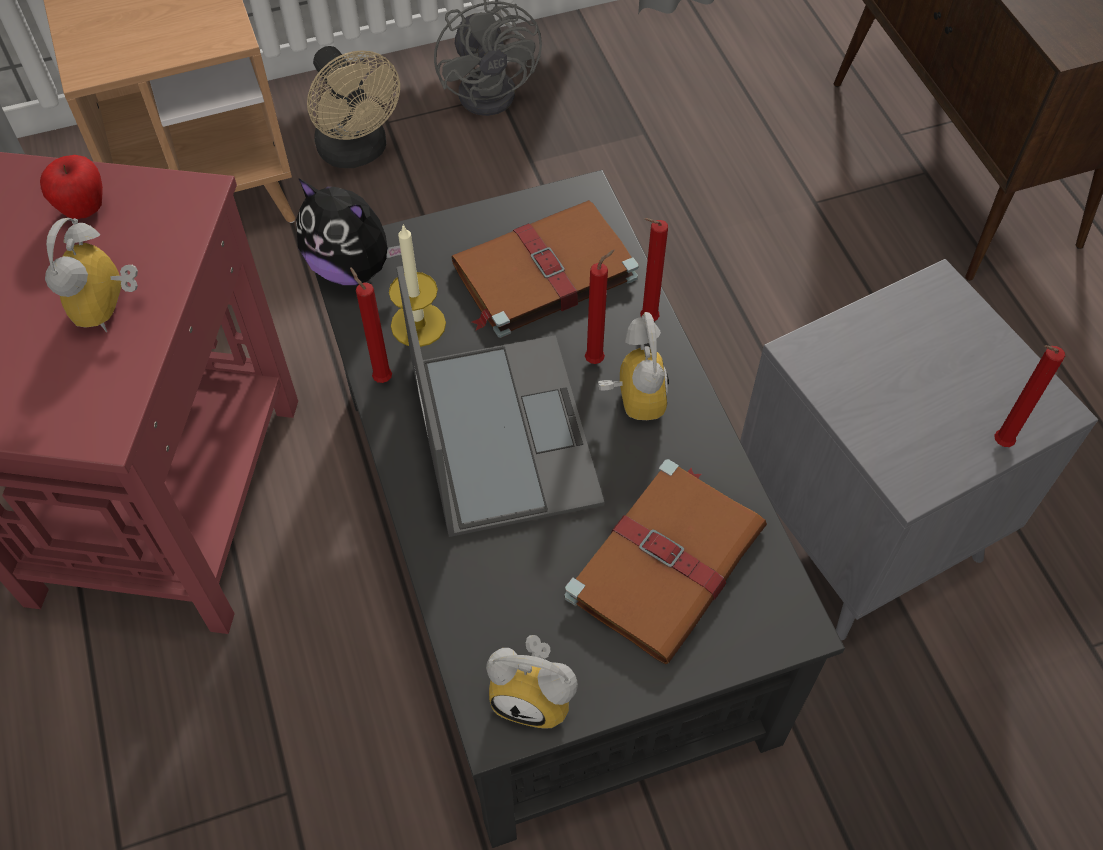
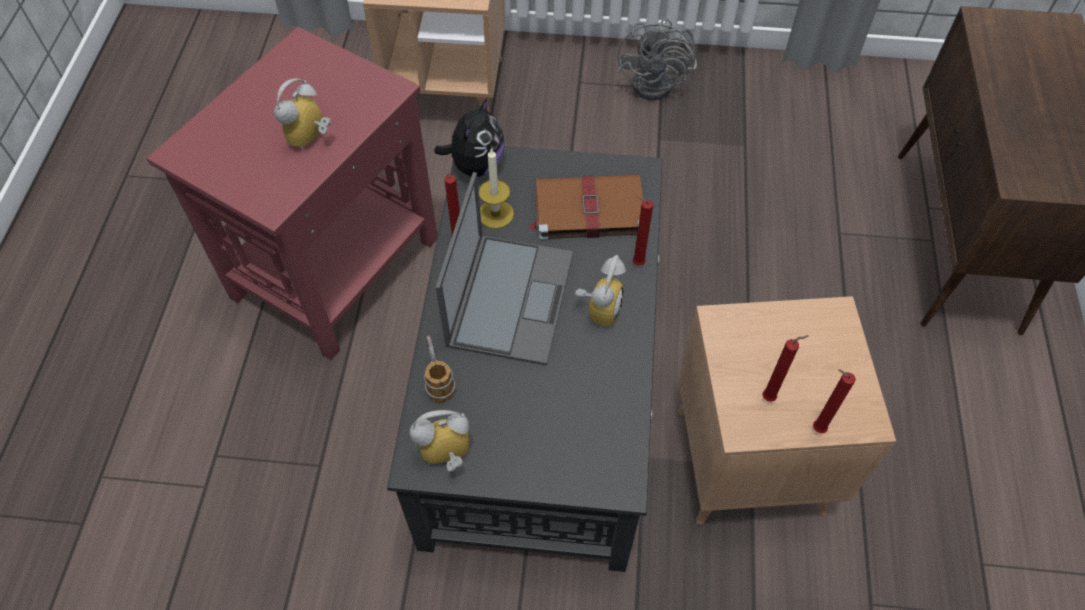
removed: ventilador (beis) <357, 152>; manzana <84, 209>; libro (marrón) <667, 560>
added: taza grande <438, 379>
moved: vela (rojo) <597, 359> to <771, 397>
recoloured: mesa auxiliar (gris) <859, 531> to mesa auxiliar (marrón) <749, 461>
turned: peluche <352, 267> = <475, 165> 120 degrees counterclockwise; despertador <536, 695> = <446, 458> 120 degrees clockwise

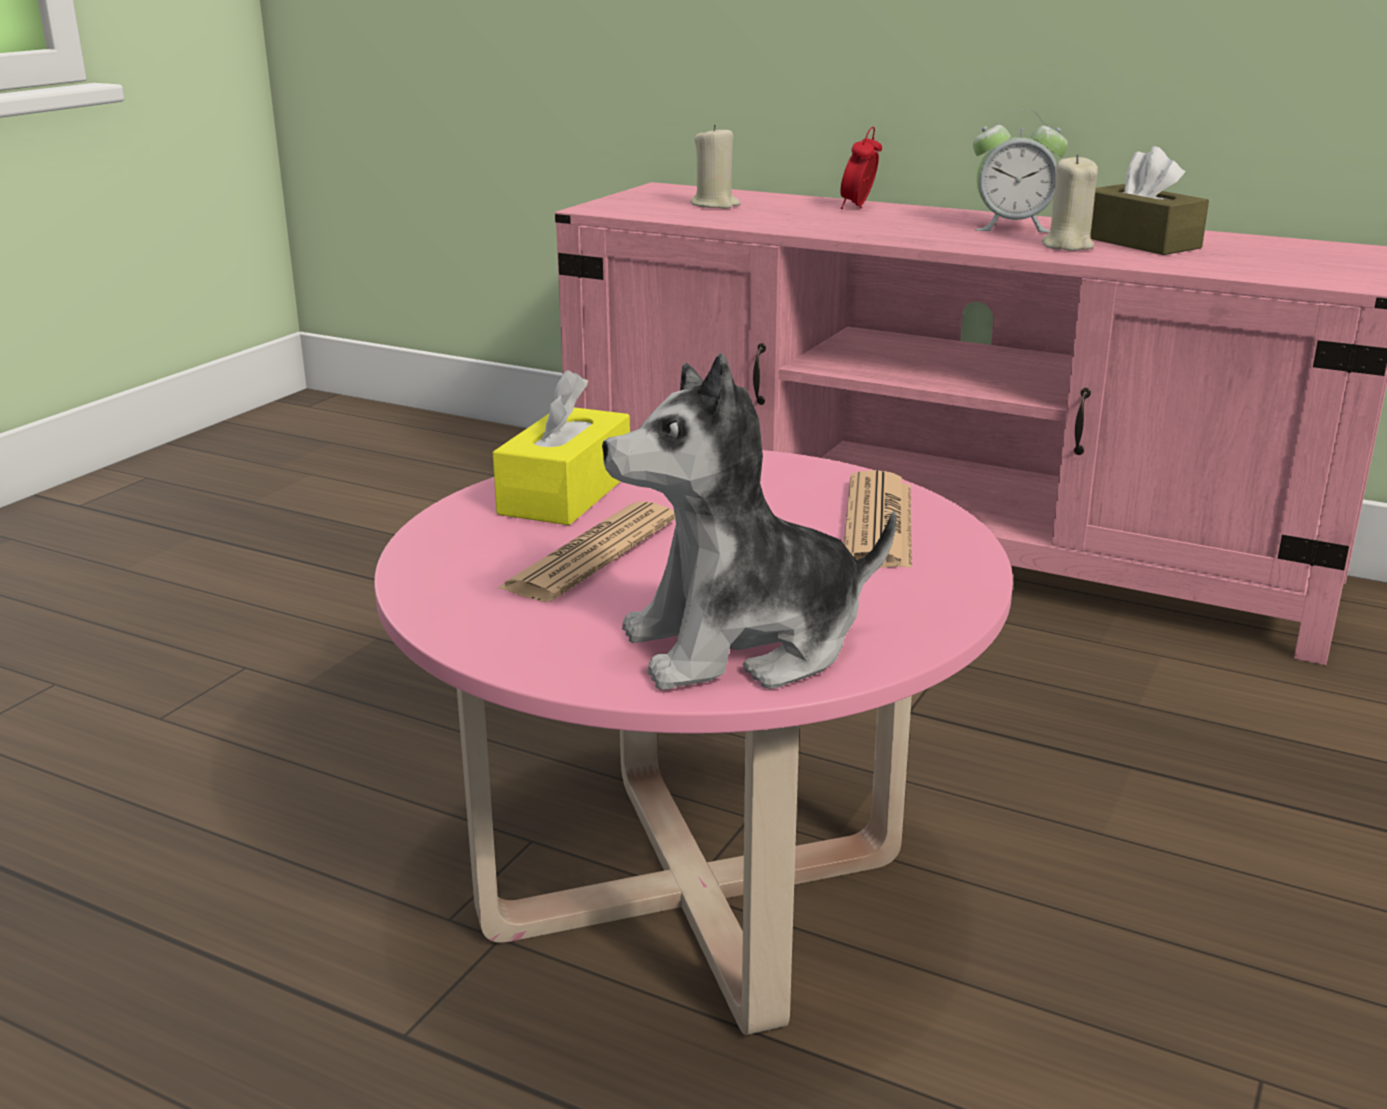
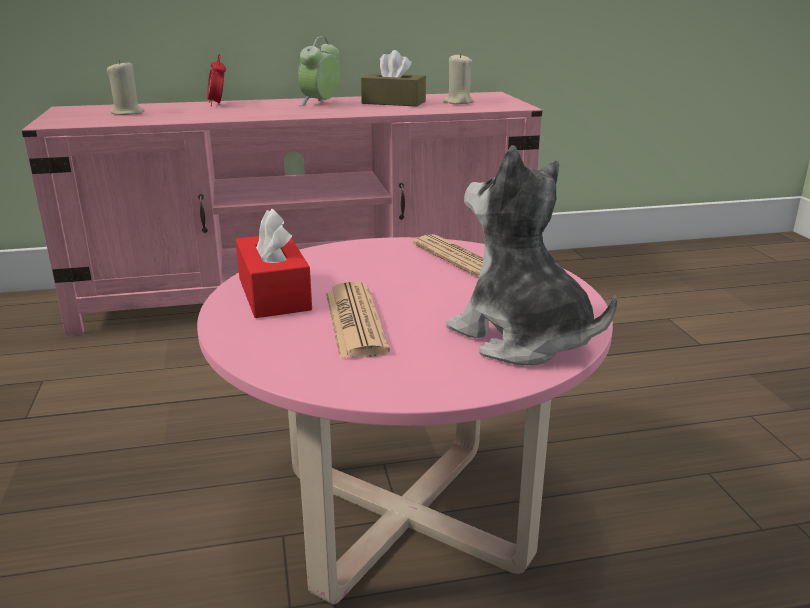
moved: vela (beis) <1067, 246> to <458, 102>
recoloured: caja de pañuelos (amarillo) <566, 493> to caja de pañuelos (rojo) <274, 294>
turned: despertador <1012, 227> = <320, 103> 150 degrees clockwise; peluche <744, 645> = <522, 338> 105 degrees clockwise

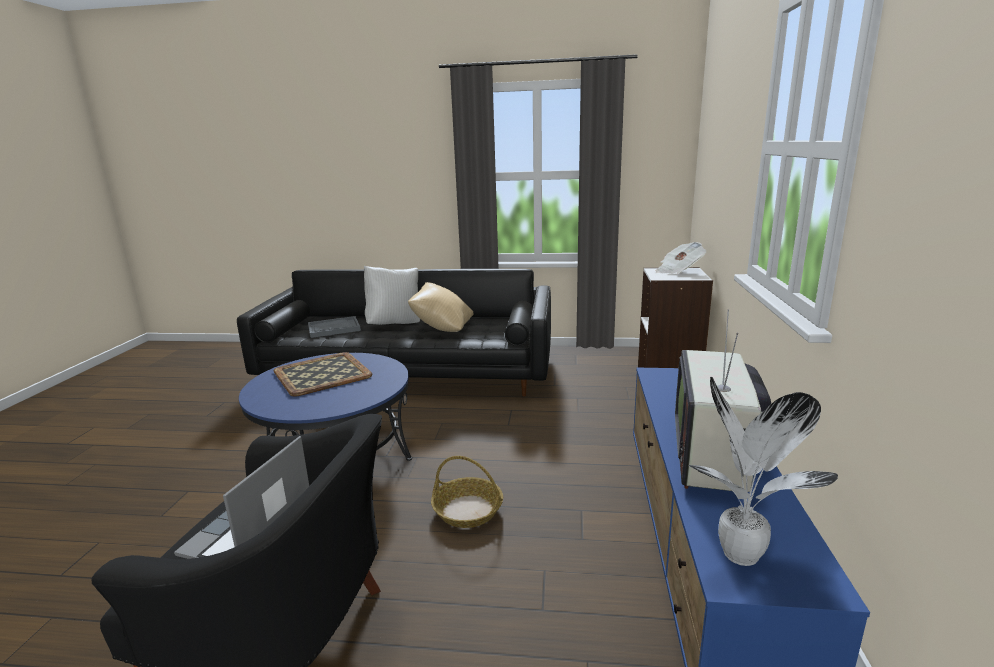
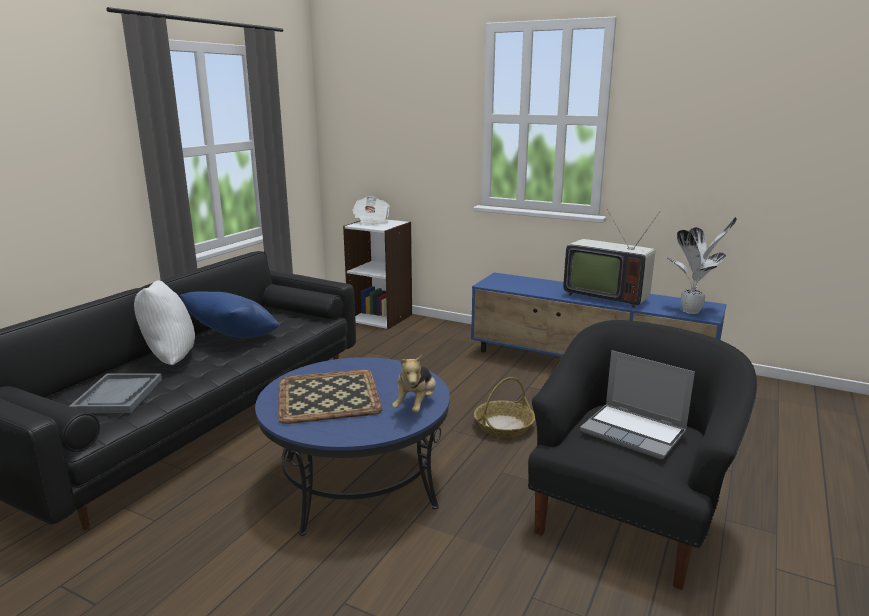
added: peluche <416, 405>
recoloured: cojín (beis) <442, 328> to cojín (azul) <233, 339>

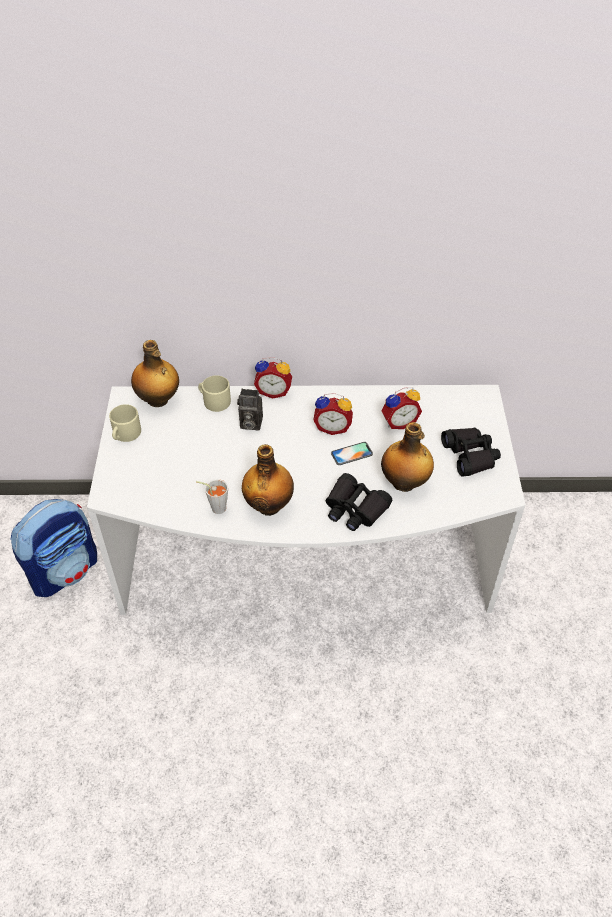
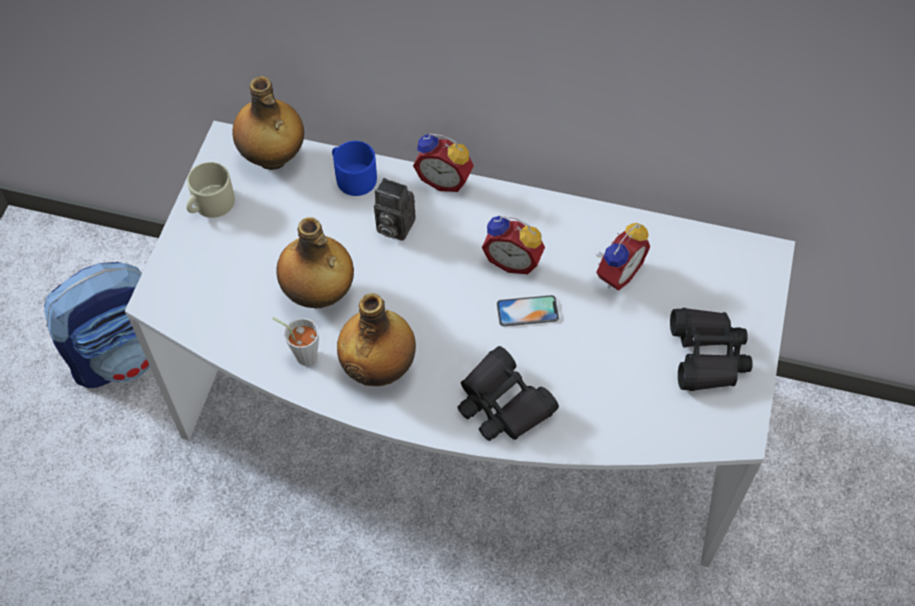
moved: botella <405, 483> to <319, 295>
recoloured: taza grande (beis) <214, 401> to taza grande (azul) <352, 176>
turned: despertador <398, 422> = <616, 273> 45 degrees counterclockwise

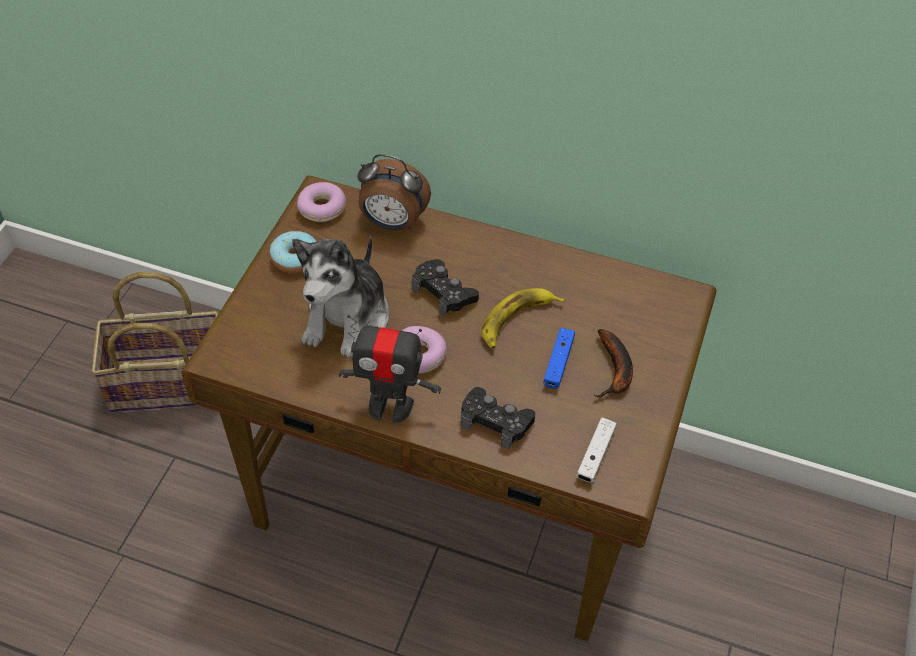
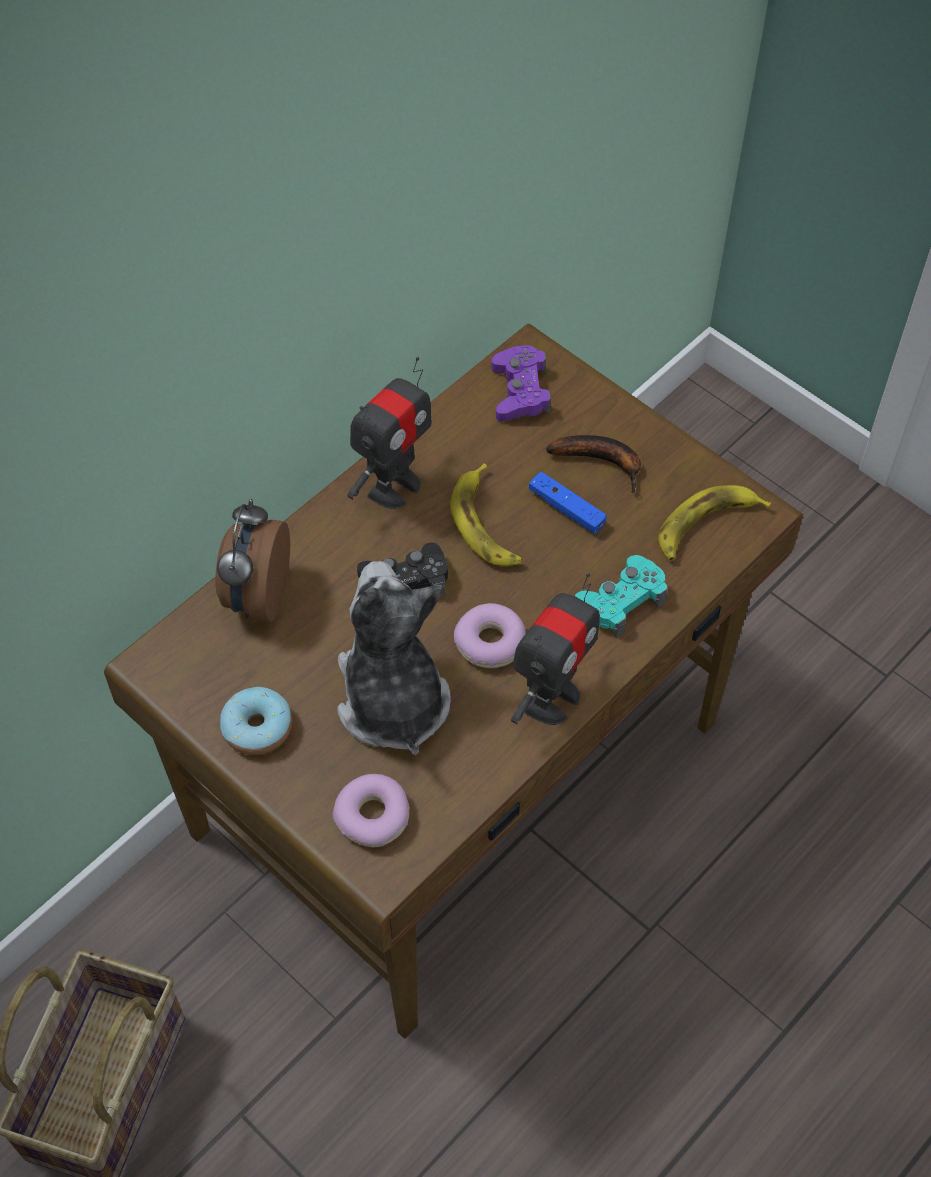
added: mando de consola (morado) <520, 391>; robot de juguete <394, 487>
moved: rosquilla <322, 208> to <373, 816>
replaced: mando de consola (blanco) <595, 455> to plátano <706, 526>
recoloured: mando de consola (negro) <495, 421> to mando de consola (turquesa) <621, 601>
turned: despertador <392, 223> = <256, 596> 150 degrees clockwise; peluche <347, 318> = <392, 699> 150 degrees counterclockwise

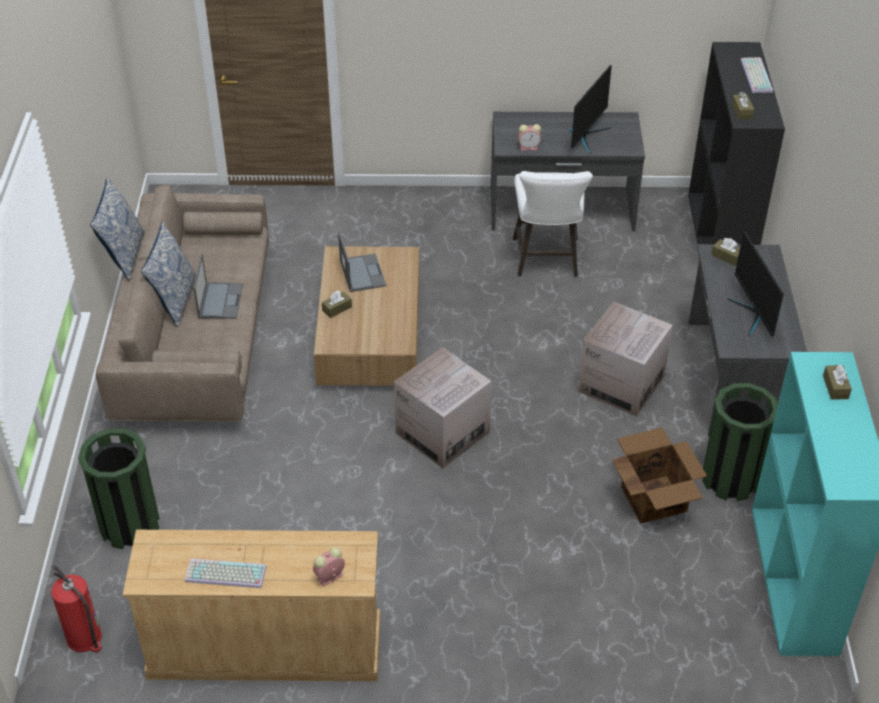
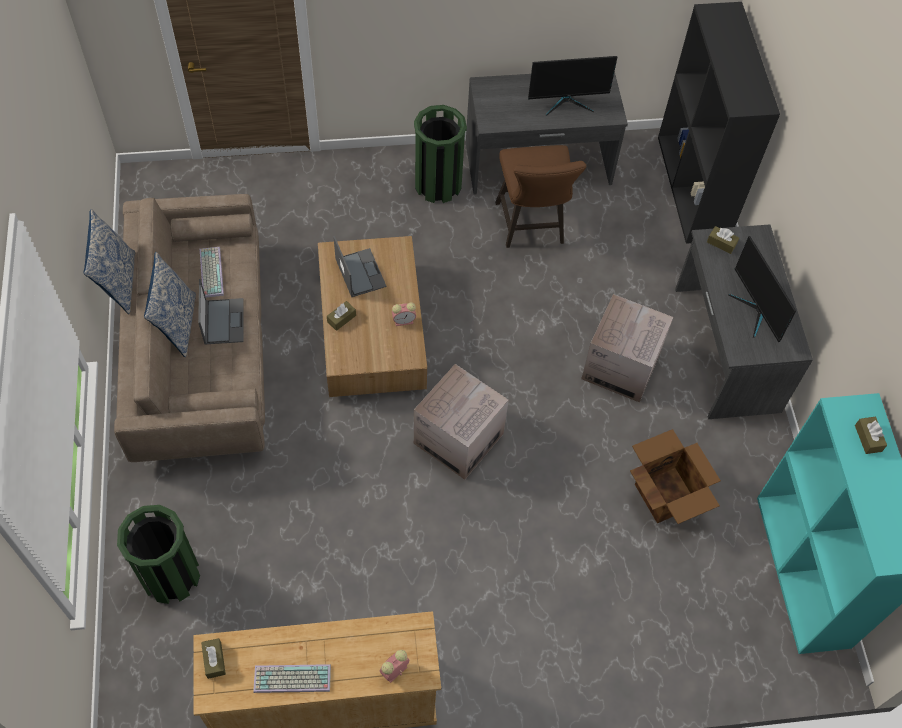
removed: extintor <85, 638>
moved: teclado <755, 75> to <210, 272>; caja de pañuelos (marrón) <742, 111> to <214, 660>; despertador <529, 147> to <404, 320>; papelera (verde) <730, 479> to <438, 185>
recoloured: taburete (blanco) <546, 261> to taburete (marrón) <531, 227>
turned: monitor <586, 136> = <567, 102> 60 degrees clockwise

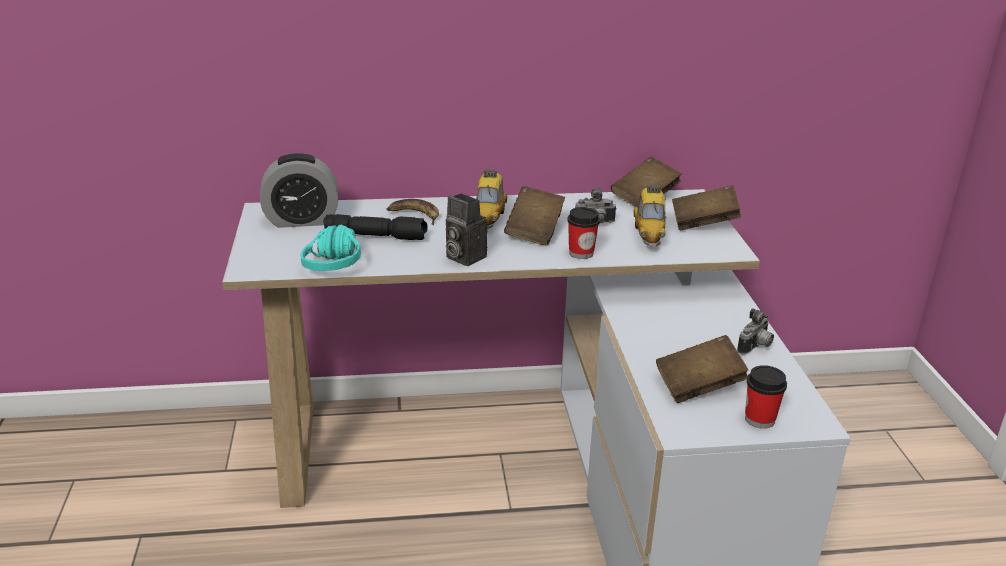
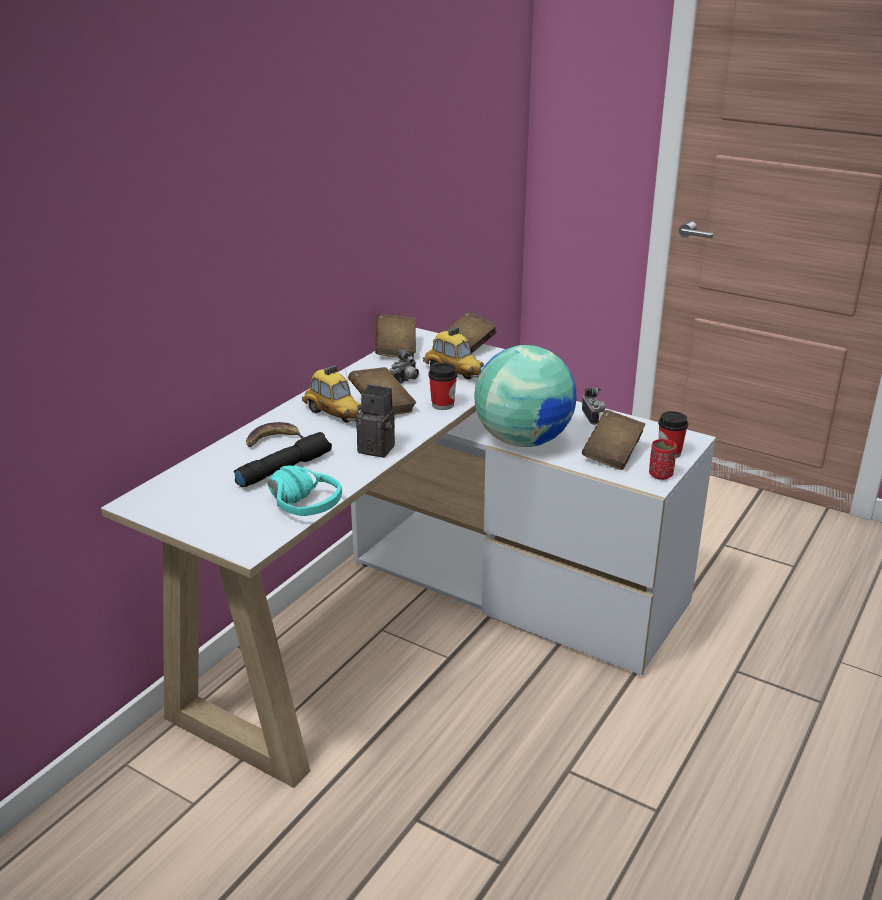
removed: despertador <301, 220>
added: globo terráqueo <523, 440>; taza (rojo) <660, 475>
turned: cámara <463, 257> = <379, 448> 150 degrees counterclockwise

